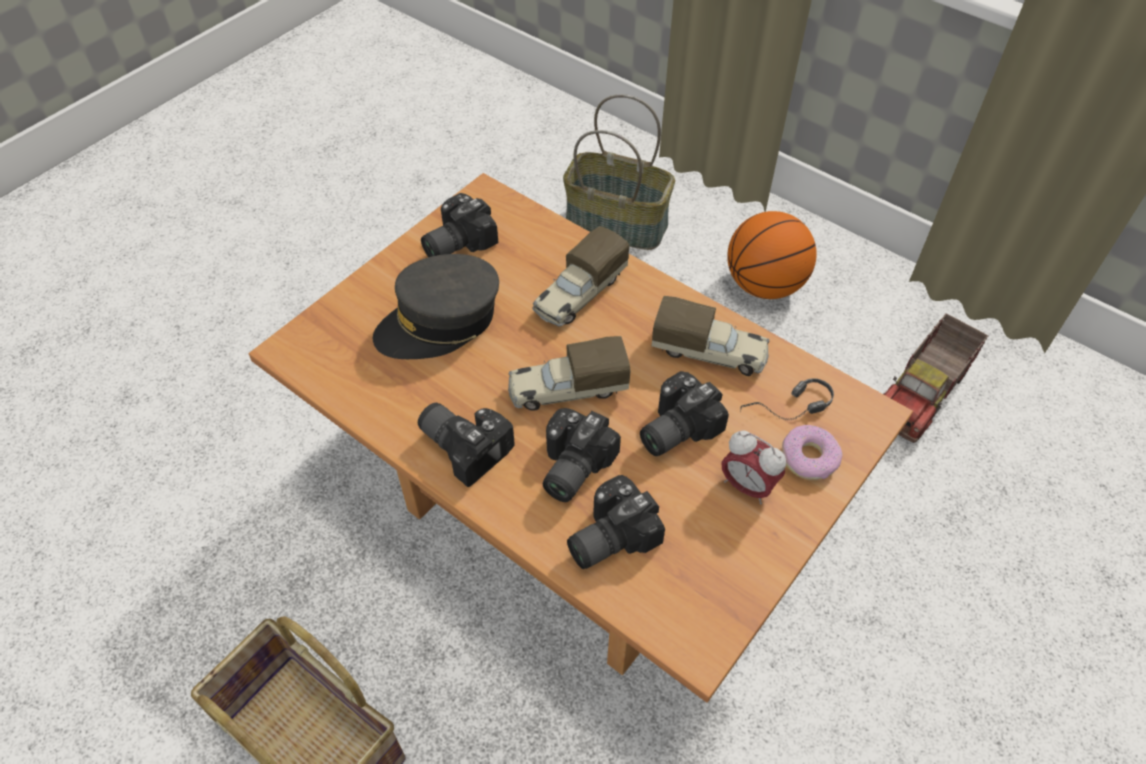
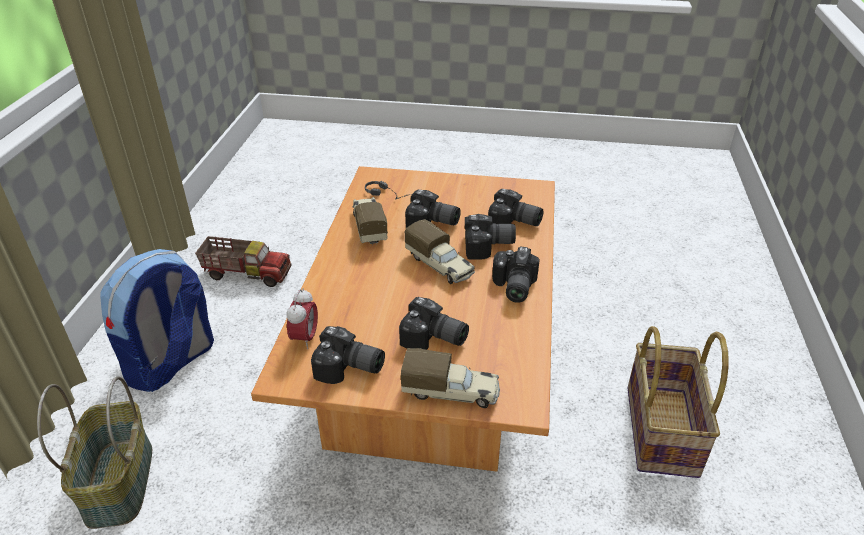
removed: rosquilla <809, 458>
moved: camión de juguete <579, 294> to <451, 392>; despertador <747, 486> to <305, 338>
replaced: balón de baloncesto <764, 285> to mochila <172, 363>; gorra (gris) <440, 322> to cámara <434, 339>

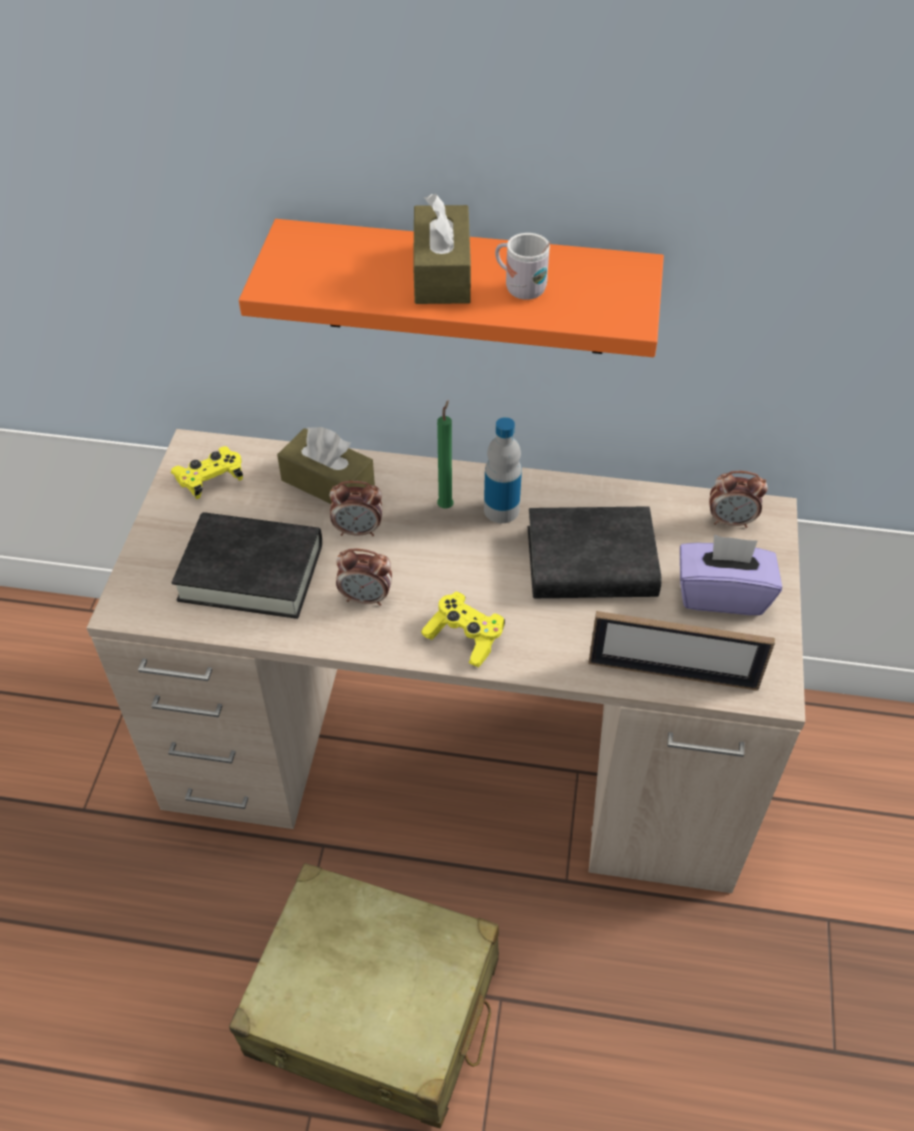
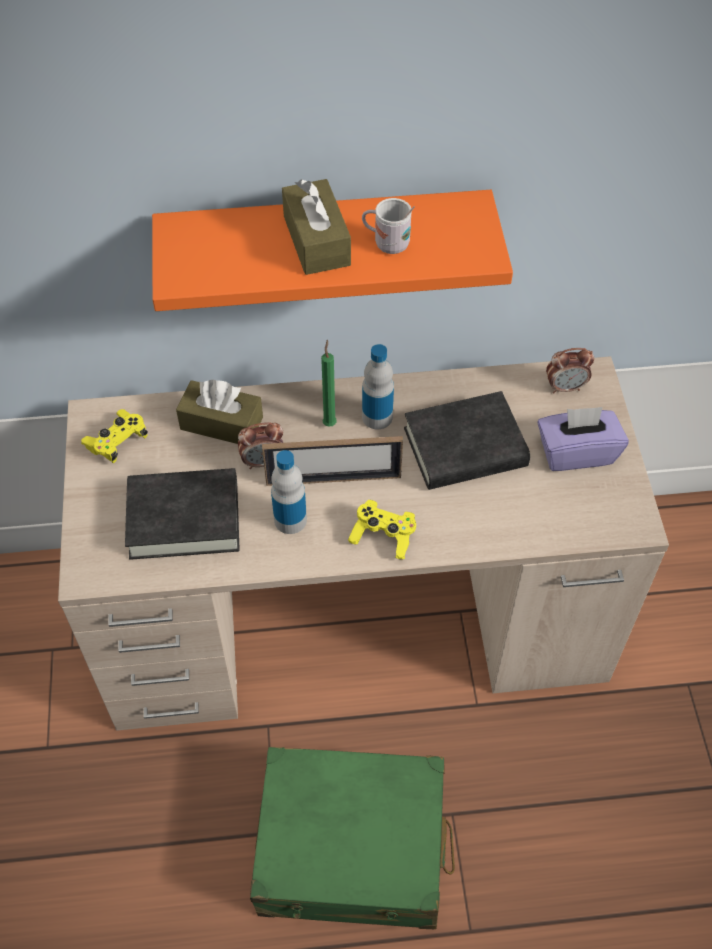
moved: portarretratos <672, 674> to <333, 479>
replaced: despertador <366, 598> to botella <290, 520>
recoloured: maleta (beis) <374, 1007> to maleta (verde) <352, 848>

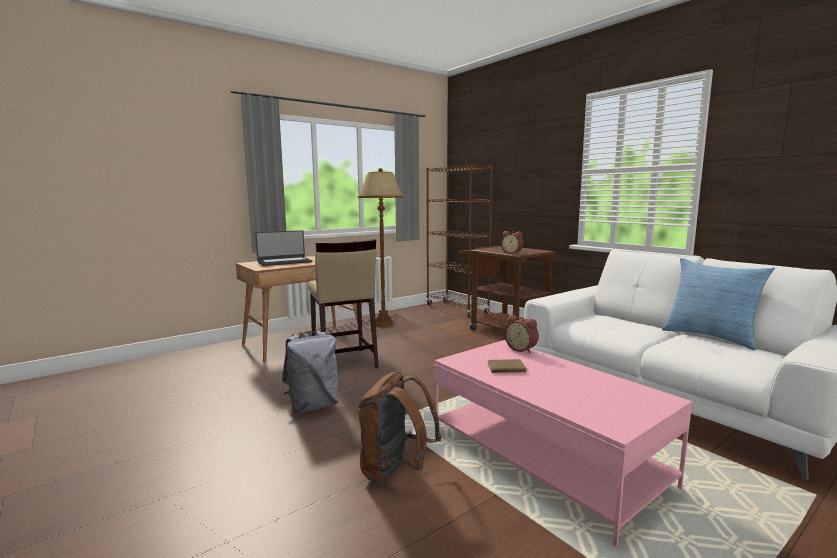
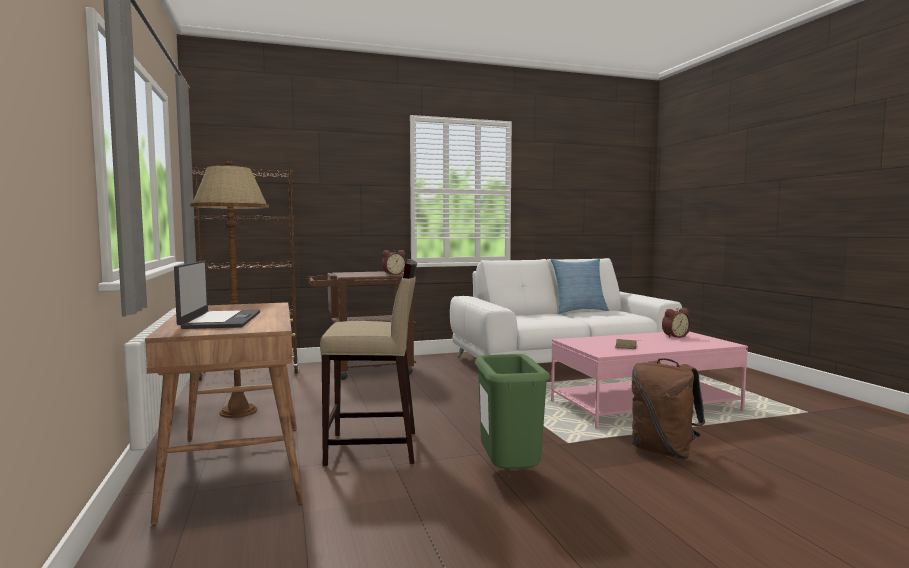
moved: despertador <521, 349> to <674, 336>
replaced: mochila (gris) <313, 406> to papelera (verde) <508, 475>

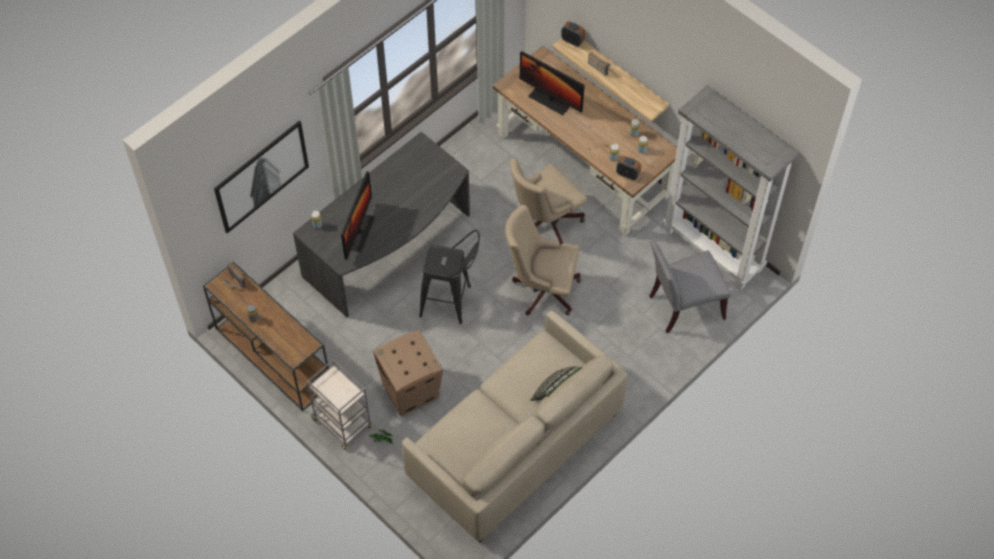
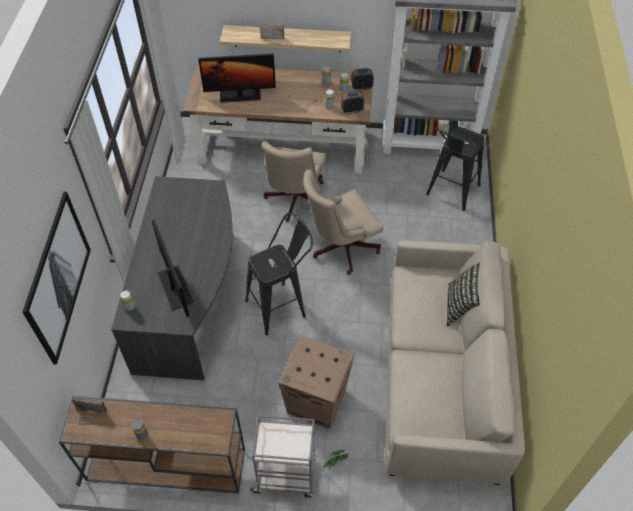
moved: despertador <572, 41> to <361, 87>
replaced: silla (gris) <683, 306> to taburete (negro) <450, 194>

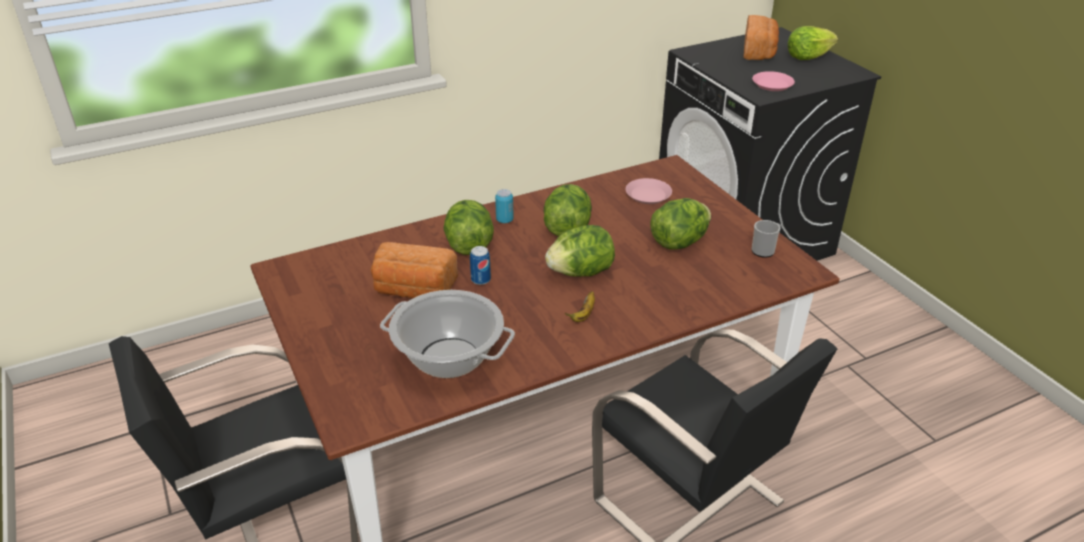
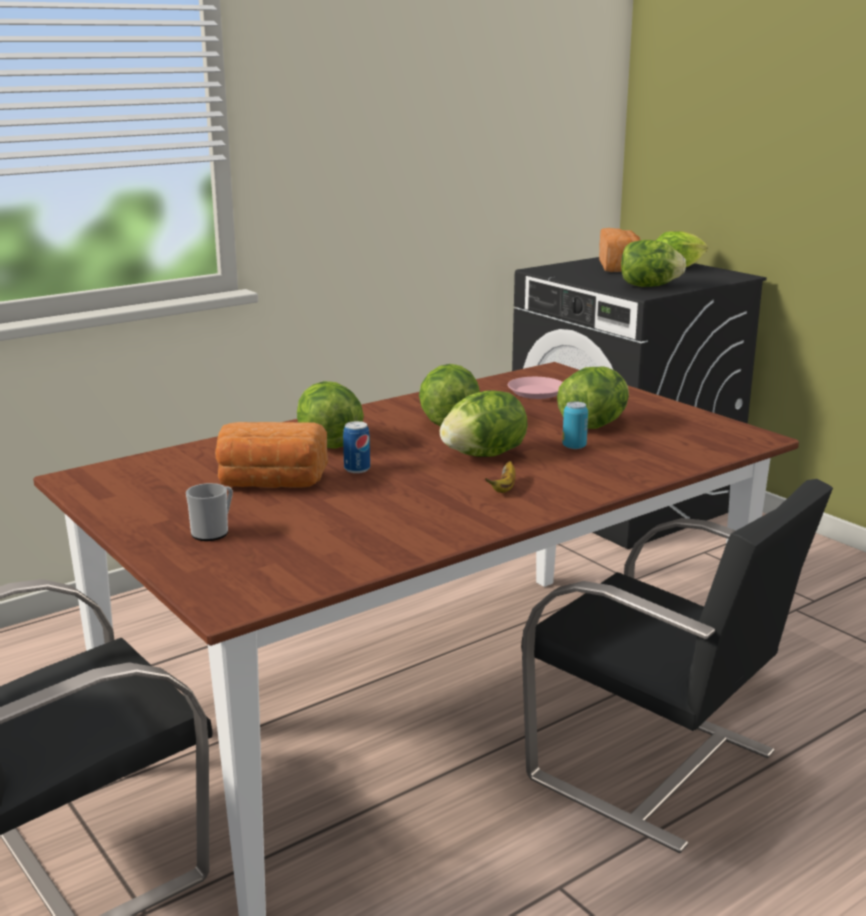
removed: olla <448, 358>
moved: lata <504, 220> to <574, 446>; taza grande <765, 250> to <213, 532>
replaced: plato (rosa) <772, 84> to lechuga <649, 286>

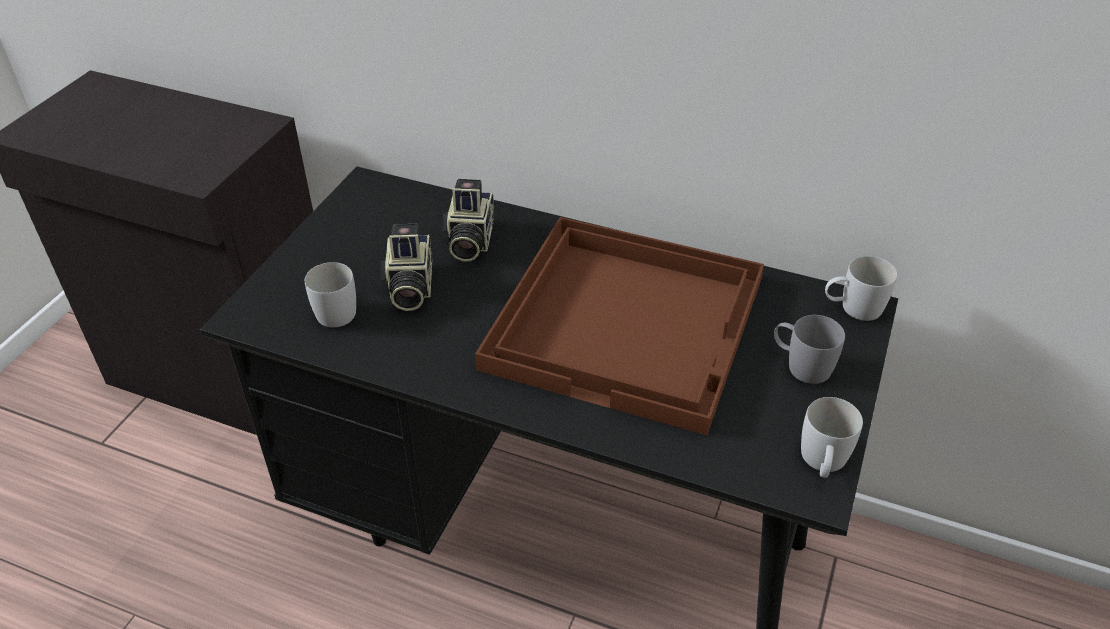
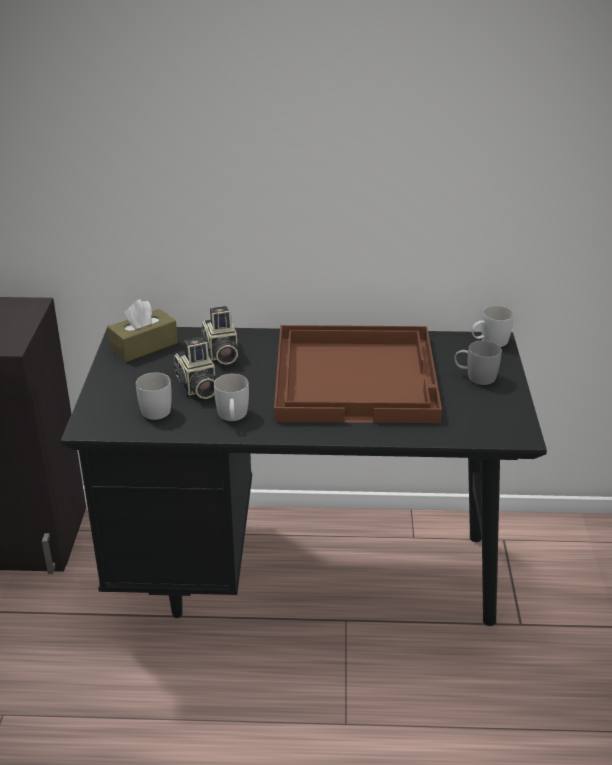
added: caja de pañuelos (marrón) <144, 346>
moved: taza grande (blanco) <822, 463> to <232, 417>

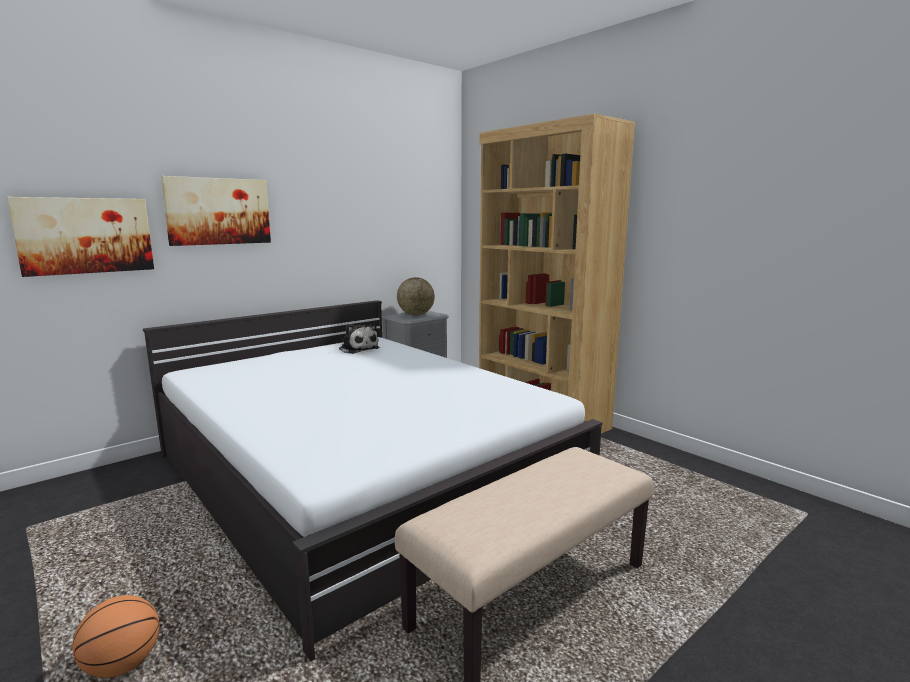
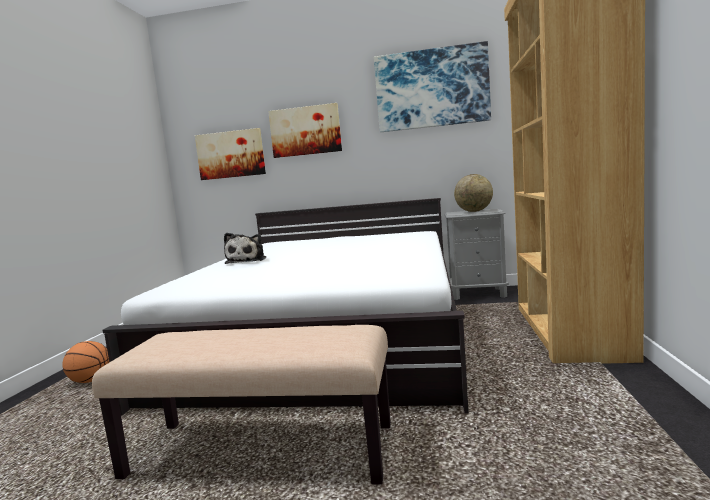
added: cuadro <431, 88>
moved: peluche <358, 349> to <247, 260>

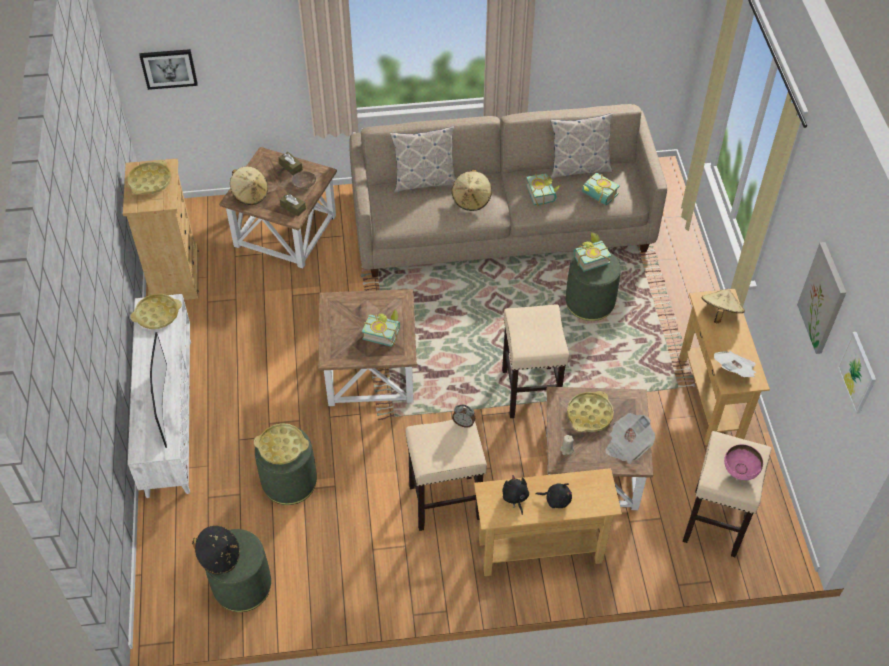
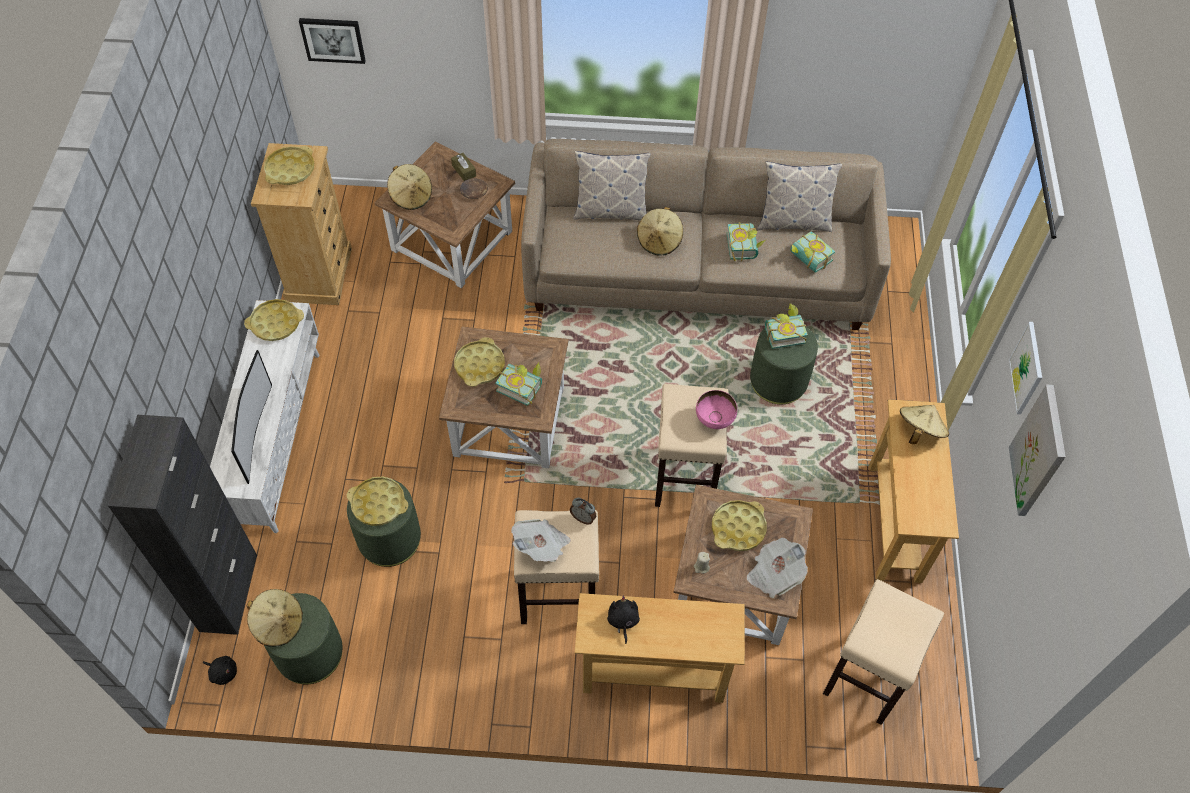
removed: caja de pañuelos (marrón) <293, 208>
added: bandeja (amarillo) <480, 365>; armario (negro) <228, 592>
moved: cuadro <858, 372> to <1027, 368>; periódico <734, 371> to <541, 546>; cuenco (rosa) <739, 471> to <714, 420>; peluche (negro) <556, 499> to <223, 672>
recoloured: sombrero (negro) <219, 556> to sombrero (beis) <278, 624>

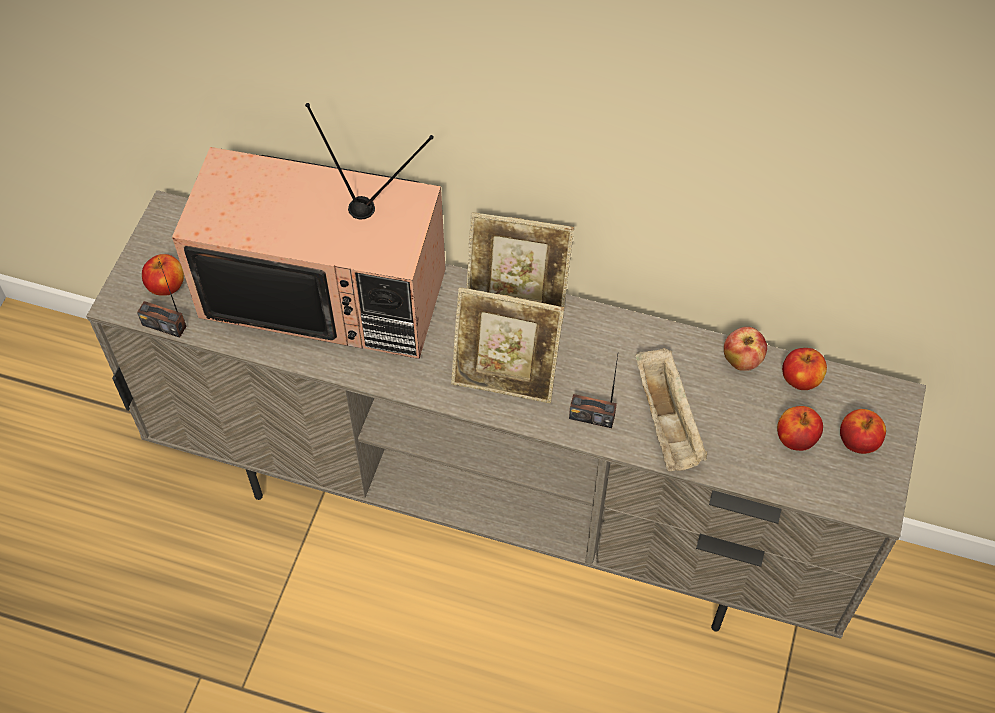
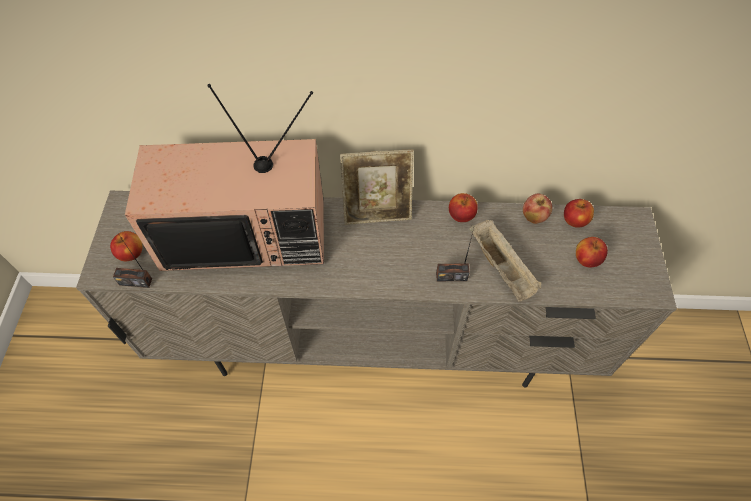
removed: portarretratos <505, 377>
moved: manzana <857, 441> to <461, 216>

